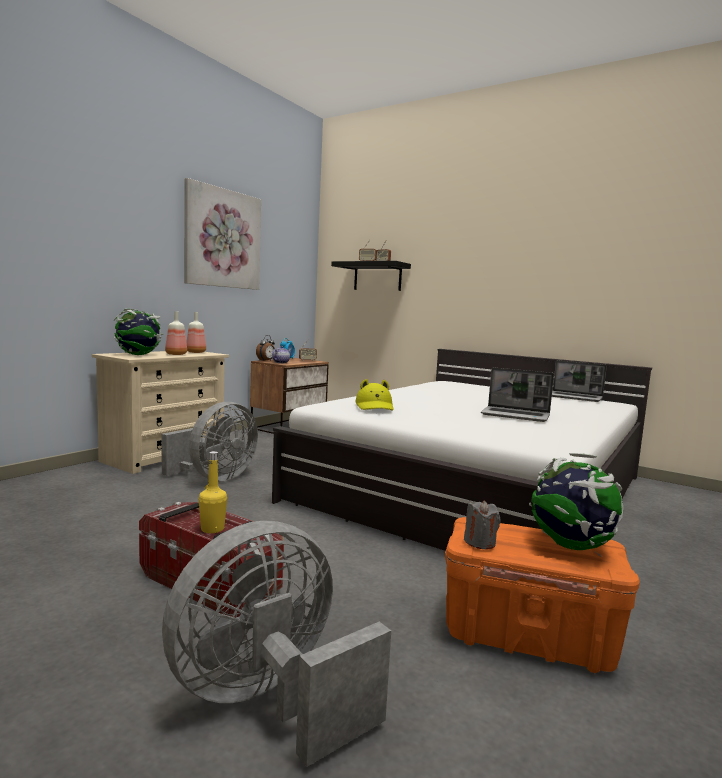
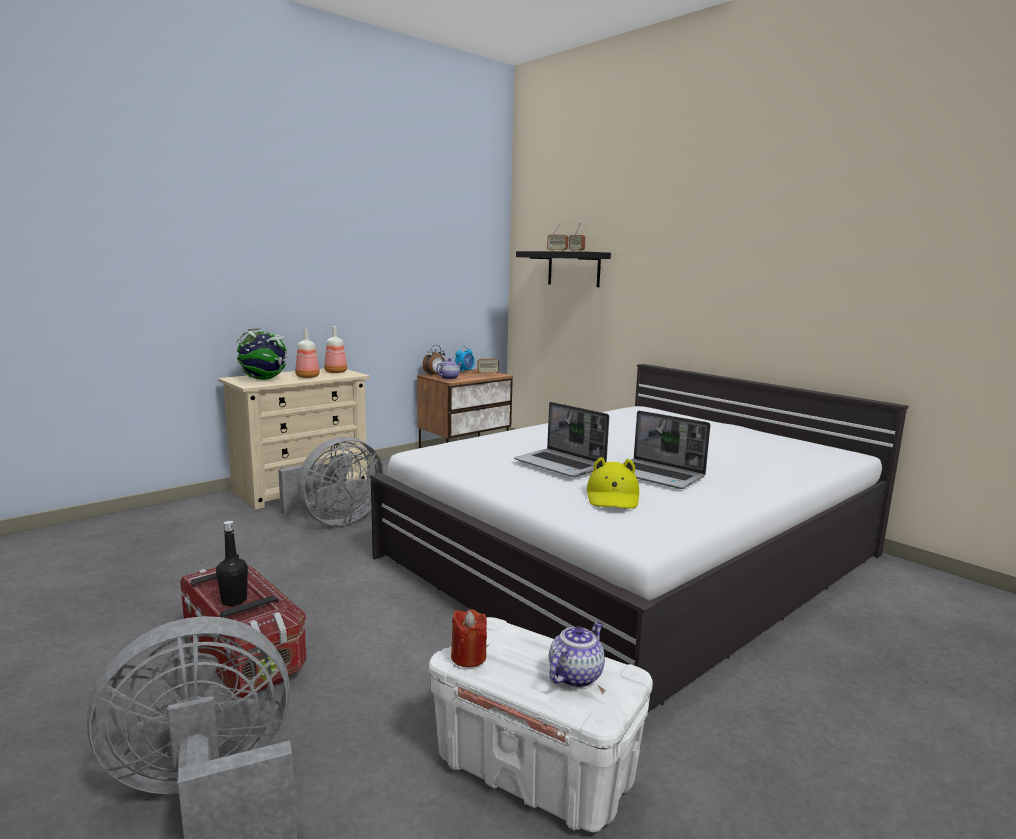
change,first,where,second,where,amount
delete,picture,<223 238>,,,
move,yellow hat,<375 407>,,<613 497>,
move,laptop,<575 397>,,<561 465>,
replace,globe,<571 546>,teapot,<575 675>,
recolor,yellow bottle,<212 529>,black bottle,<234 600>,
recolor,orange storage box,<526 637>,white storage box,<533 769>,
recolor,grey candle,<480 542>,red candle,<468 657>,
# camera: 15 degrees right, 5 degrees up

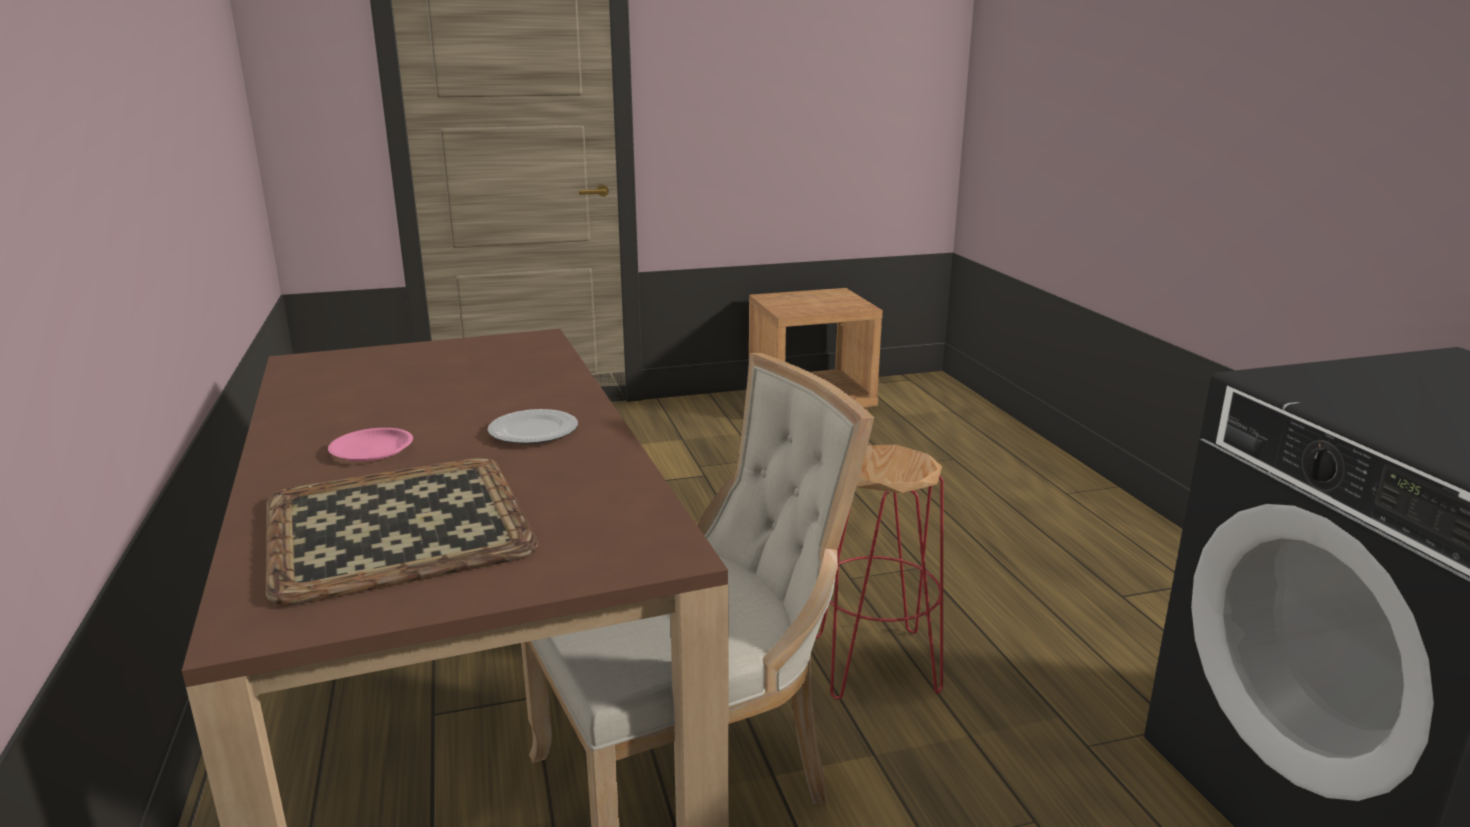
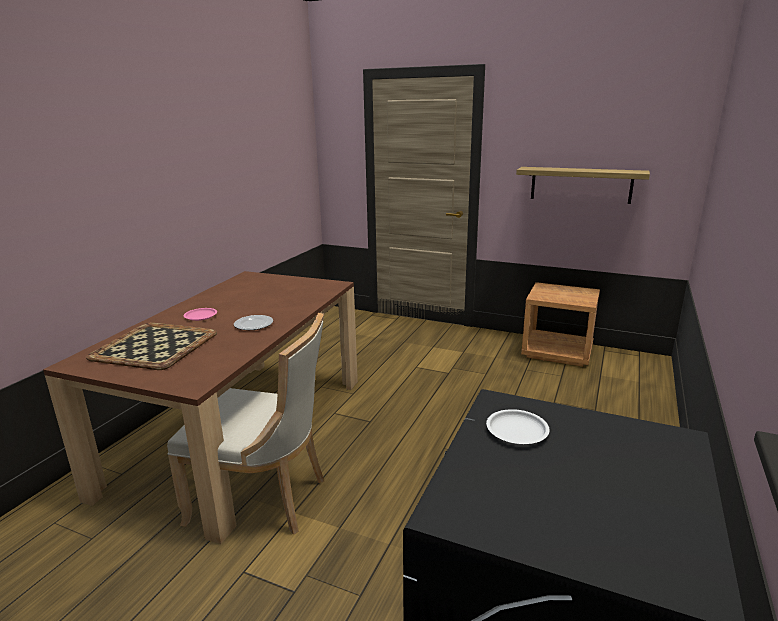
change,first,where,second,where,amount
delete,red stool,<875 663>,,,
insert,,,white plate,<517 430>,
insert,,,shelf,<580 185>,
# camera: 40 degrees right, 0 degrees up

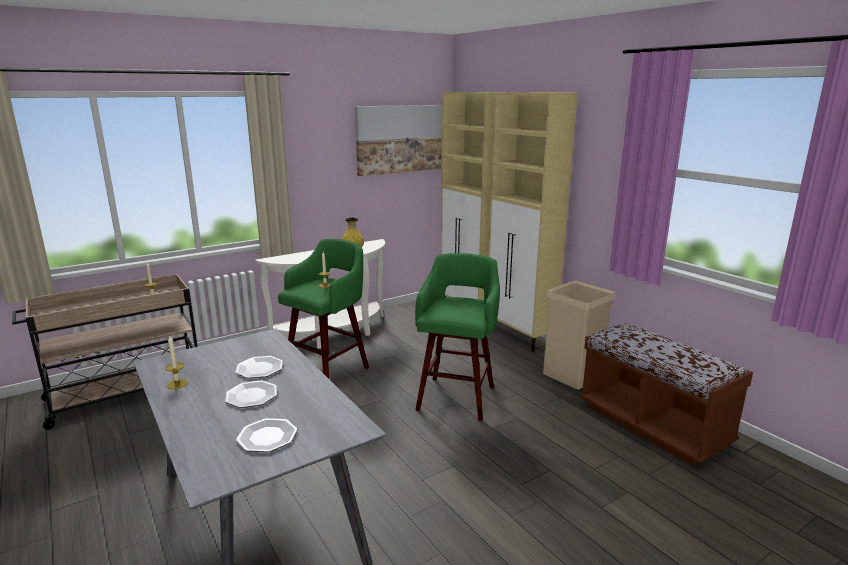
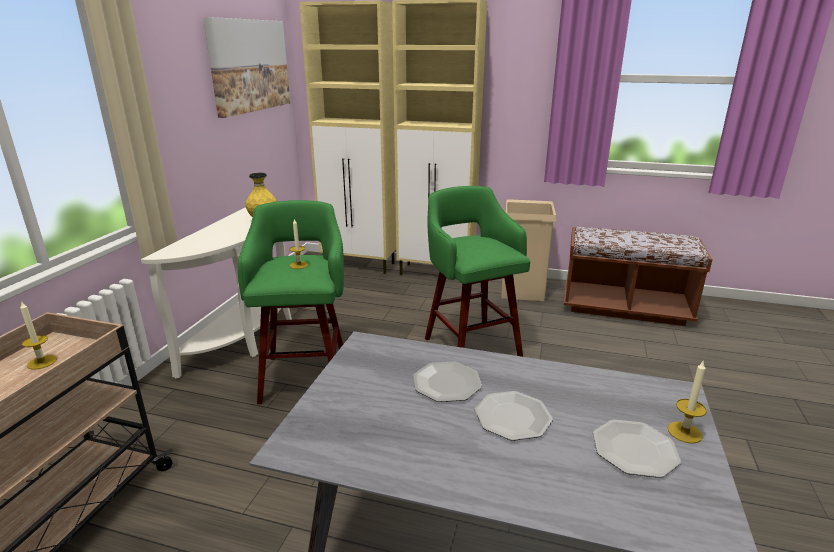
change,first,where,second,where,amount
move,candle,<177 384>,,<684 432>,
# camera: 40 degrees left, 5 degrees up

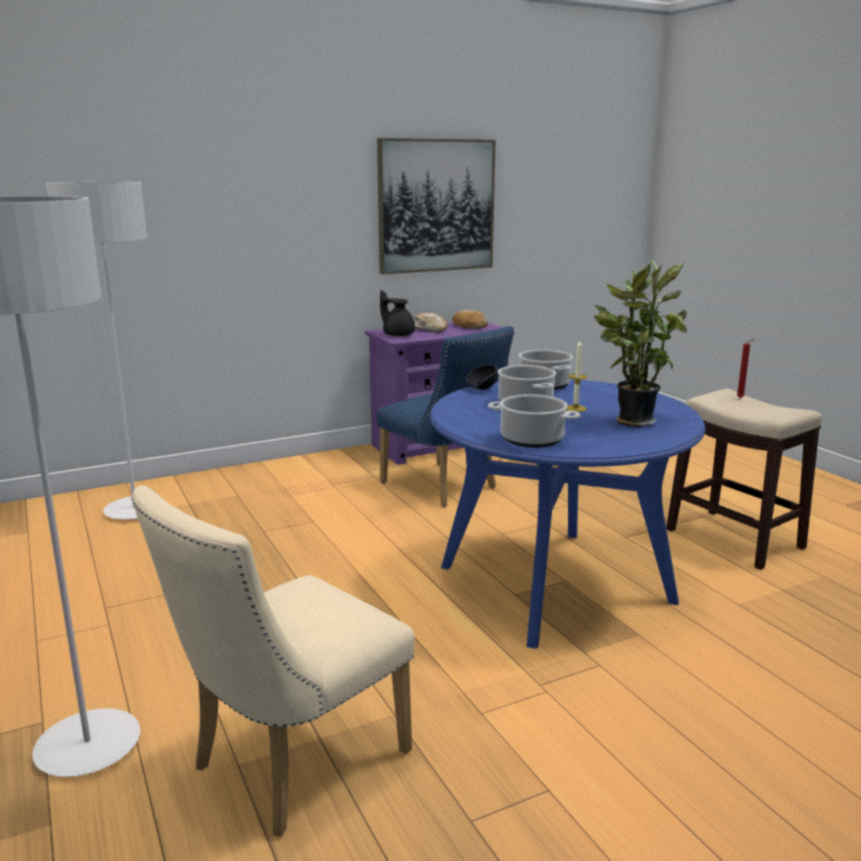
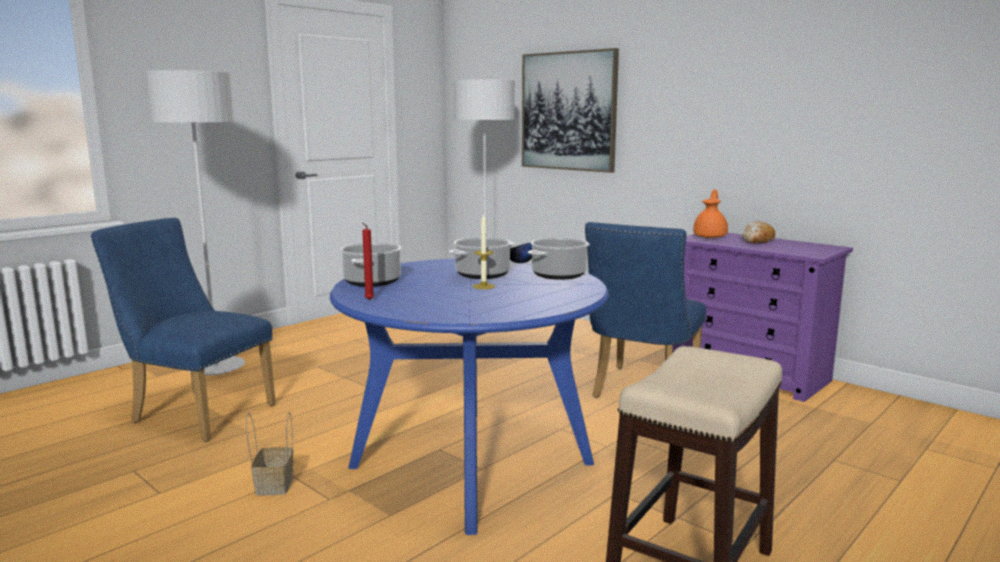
change,first,where,second,where,amount
delete,bread,<468 326>,,,
delete,potted plant,<631 421>,,,
insert,,,basket,<274 484>,
move,picture,<436 206>,,<568 111>,
move,red candle,<741 398>,,<368 300>,
recolor,beige chair,<287 765>,blue chair,<196 412>,
recolor,black teapot,<397 334>,orange teapot,<710 236>,
# camera: 70 degrees right, 5 degrees down

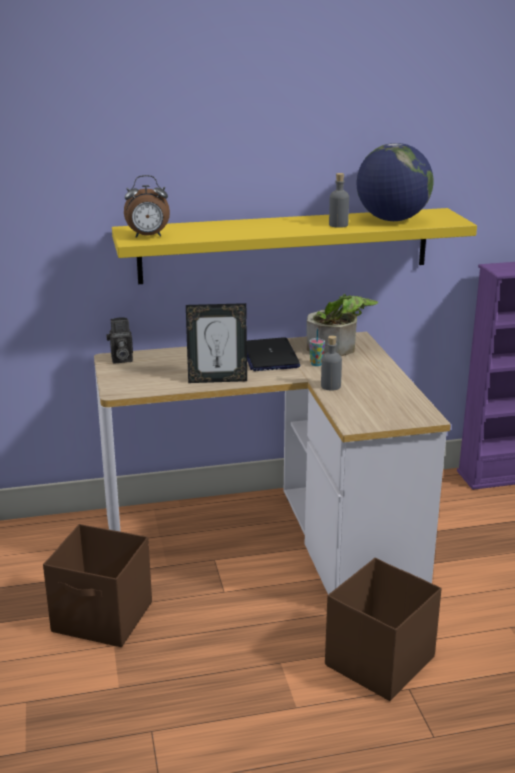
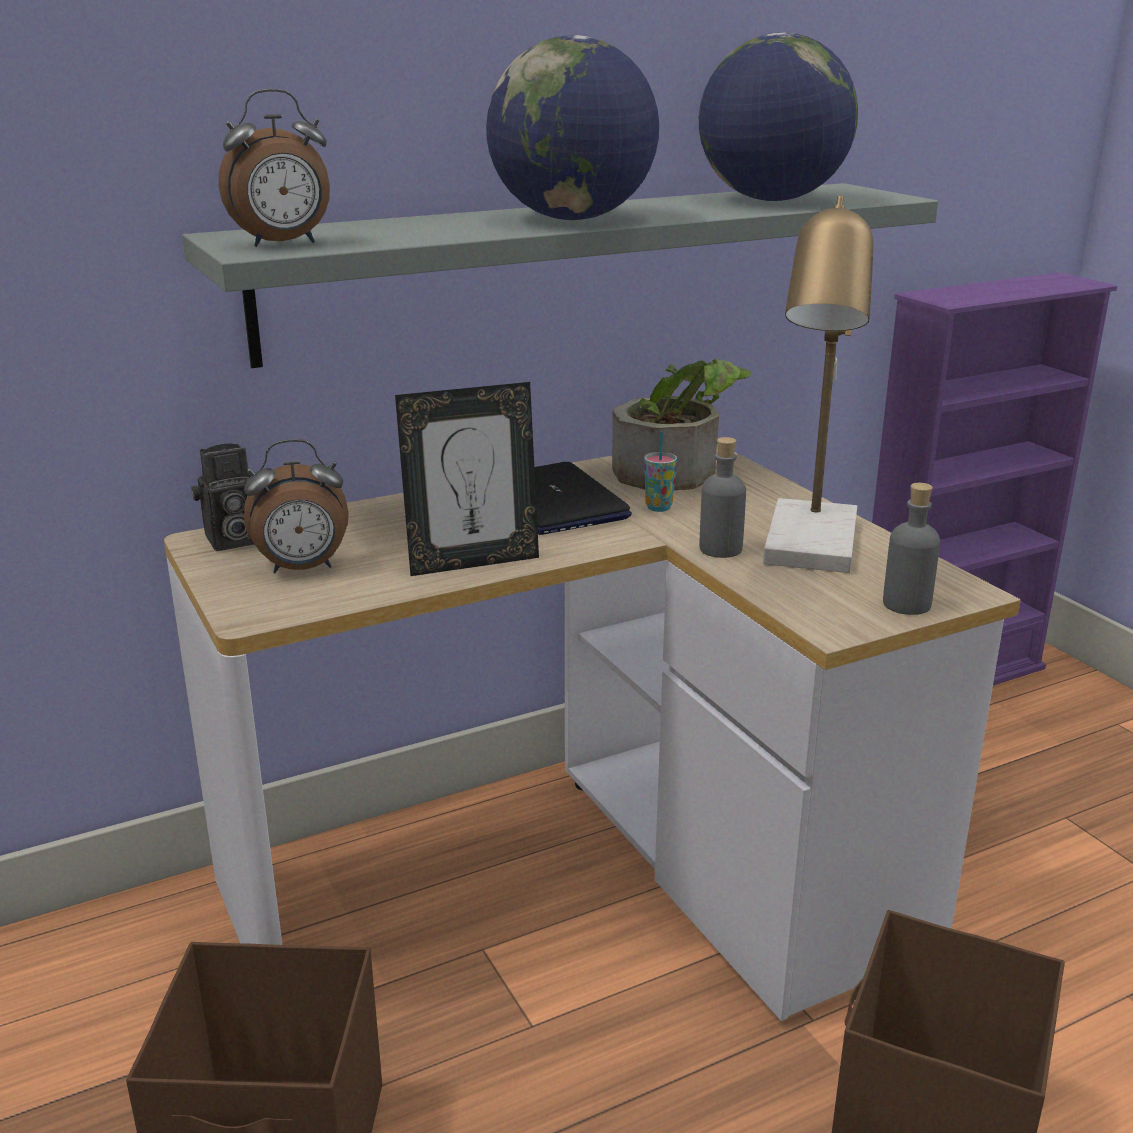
change,first,where,second,where,amount
insert,,,alarm clock,<302 569>,
insert,,,globe,<572 219>,
insert,,,table lamp,<812 550>,
move,grey bottle,<338 225>,,<906 604>,
recolor,yellow shelf,<285 245>,grey shelf,<554 268>,
# camera: 15 degrees left, 0 degrees up

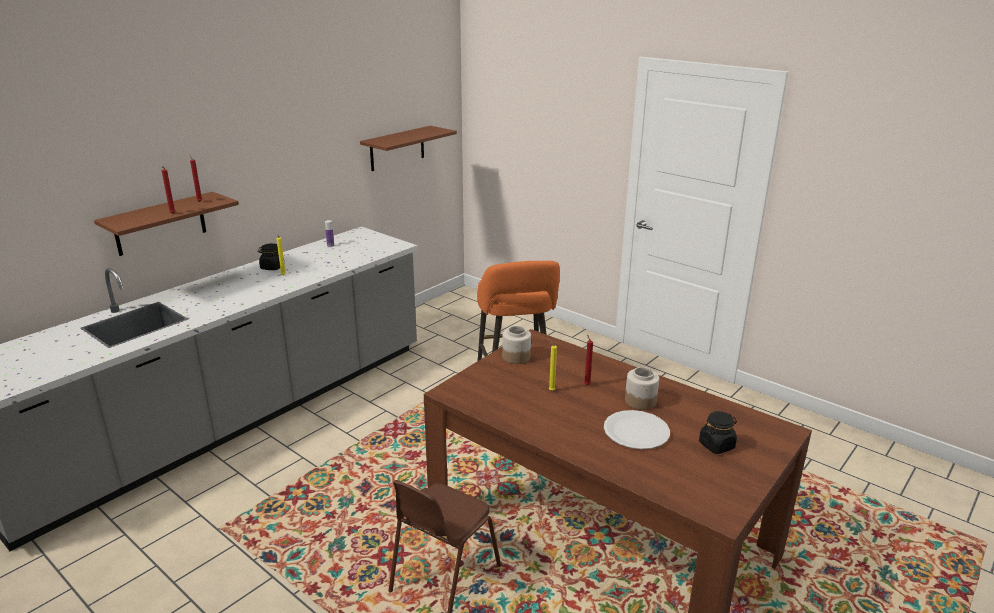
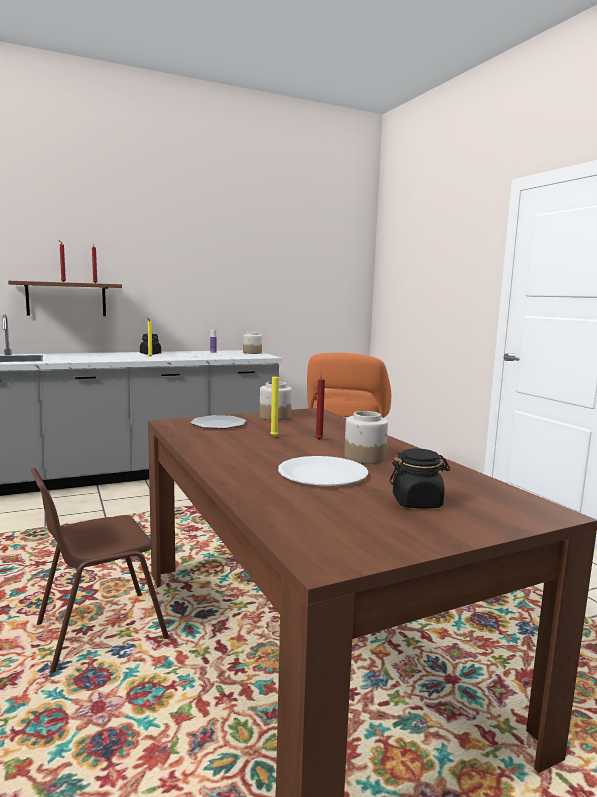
change,first,where,second,where,amount
delete,brown shelf,<397 148>,,,
insert,,,plate,<218 424>,
insert,,,jar,<252 352>,
# camera: 25 degrees right, 15 degrees down

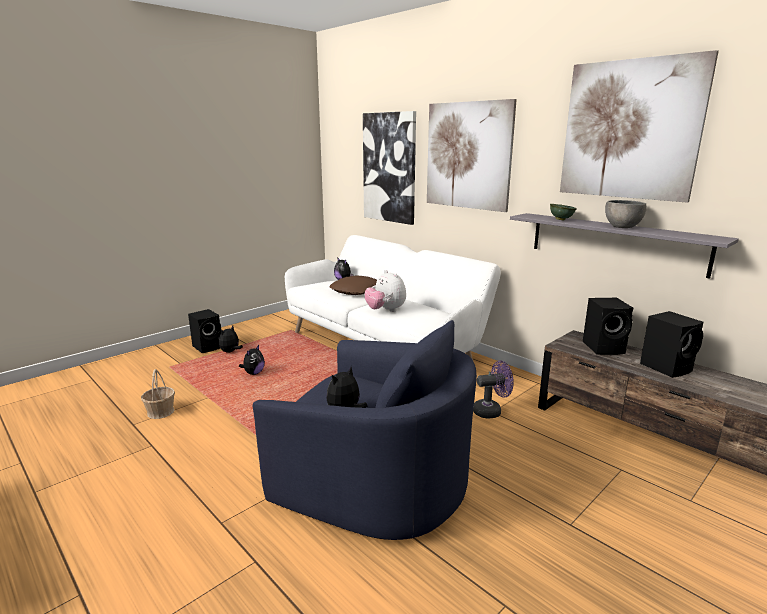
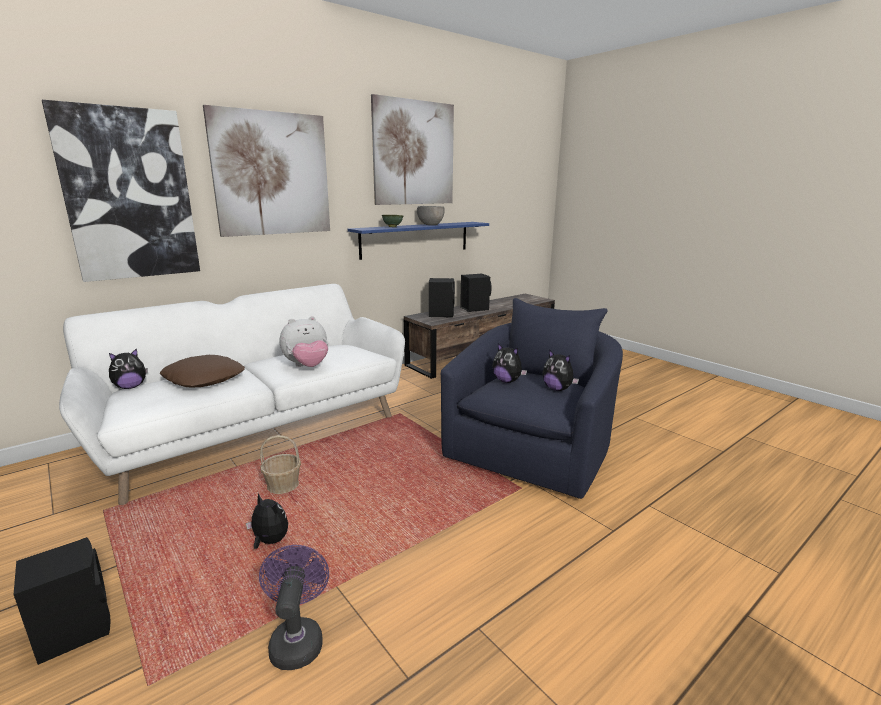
change,first,where,second,where,amount
move,basket,<160 412>,,<283 485>,
move,plush toy,<230 352>,,<507 381>,
move,purple fan,<491 411>,,<297 639>,
recolor,grey shelf,<614 243>,blue shelf,<416 239>,
# camera: 85 degrees left, 0 degrees up

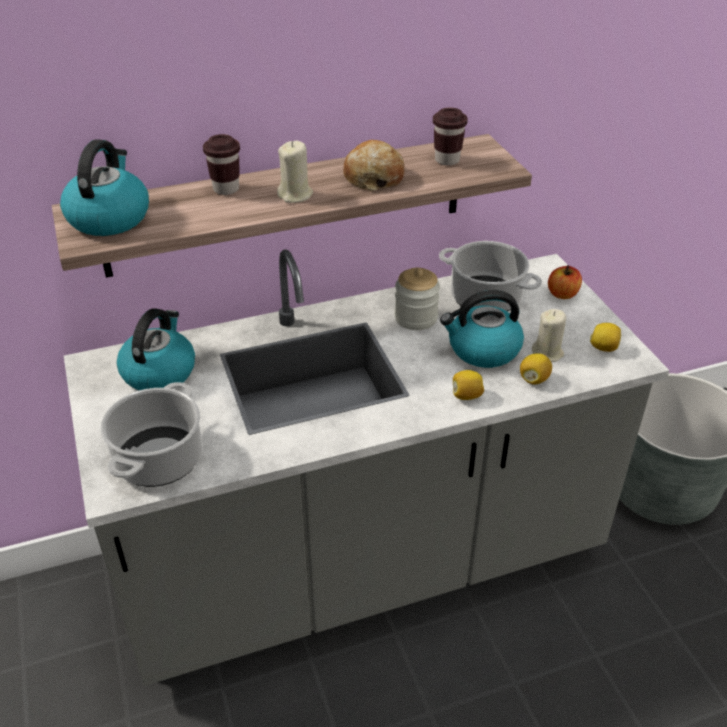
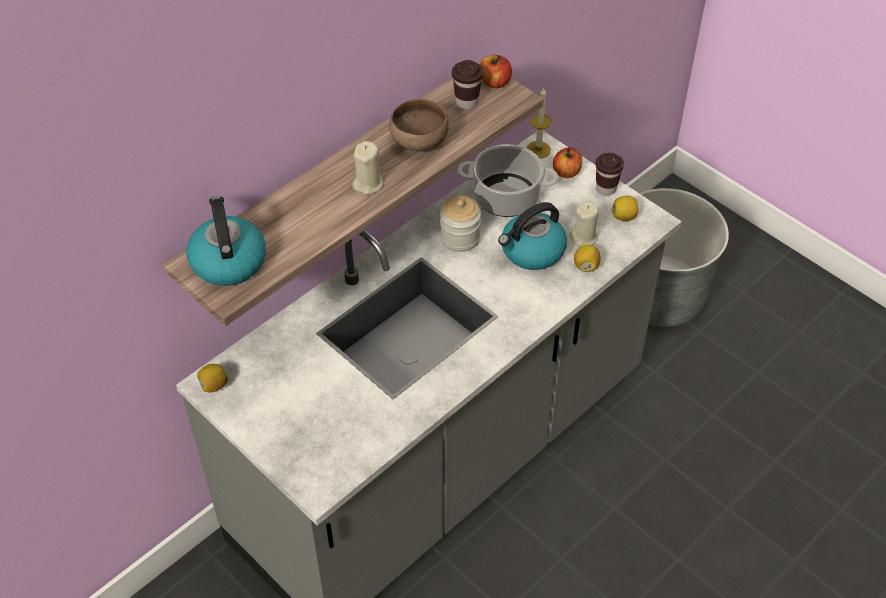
change,first,where,second,where,amount
delete,cooking pot,<159 460>,,,
delete,kettle,<159 372>,,,
insert,,,apple,<494 82>,
insert,,,candle,<538 149>,
move,brown cup,<226 189>,,<606 189>,
move,lemon,<466 396>,,<214 385>,
replace,bread,<373 177>,brown bowl,<418 142>,
# camera: 25 degrees left, 10 degrees up

